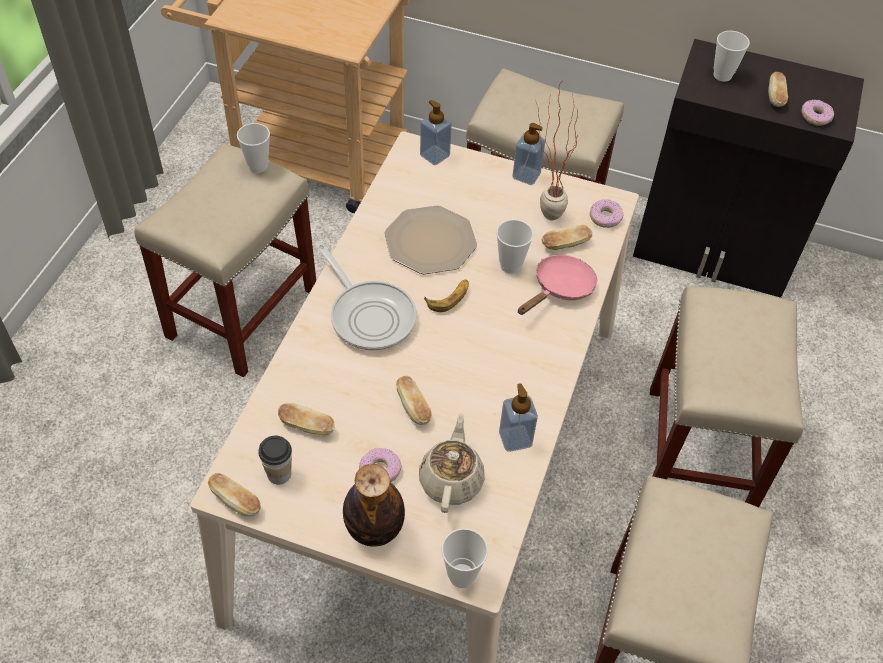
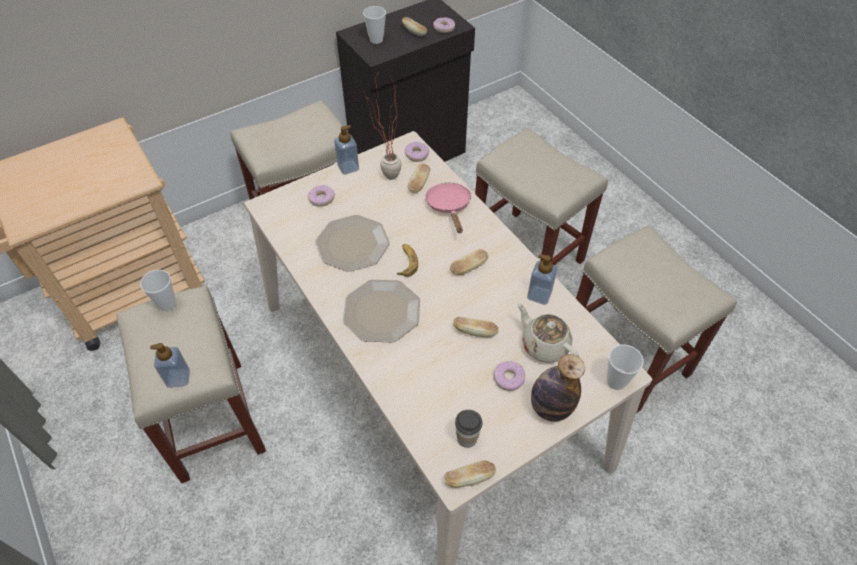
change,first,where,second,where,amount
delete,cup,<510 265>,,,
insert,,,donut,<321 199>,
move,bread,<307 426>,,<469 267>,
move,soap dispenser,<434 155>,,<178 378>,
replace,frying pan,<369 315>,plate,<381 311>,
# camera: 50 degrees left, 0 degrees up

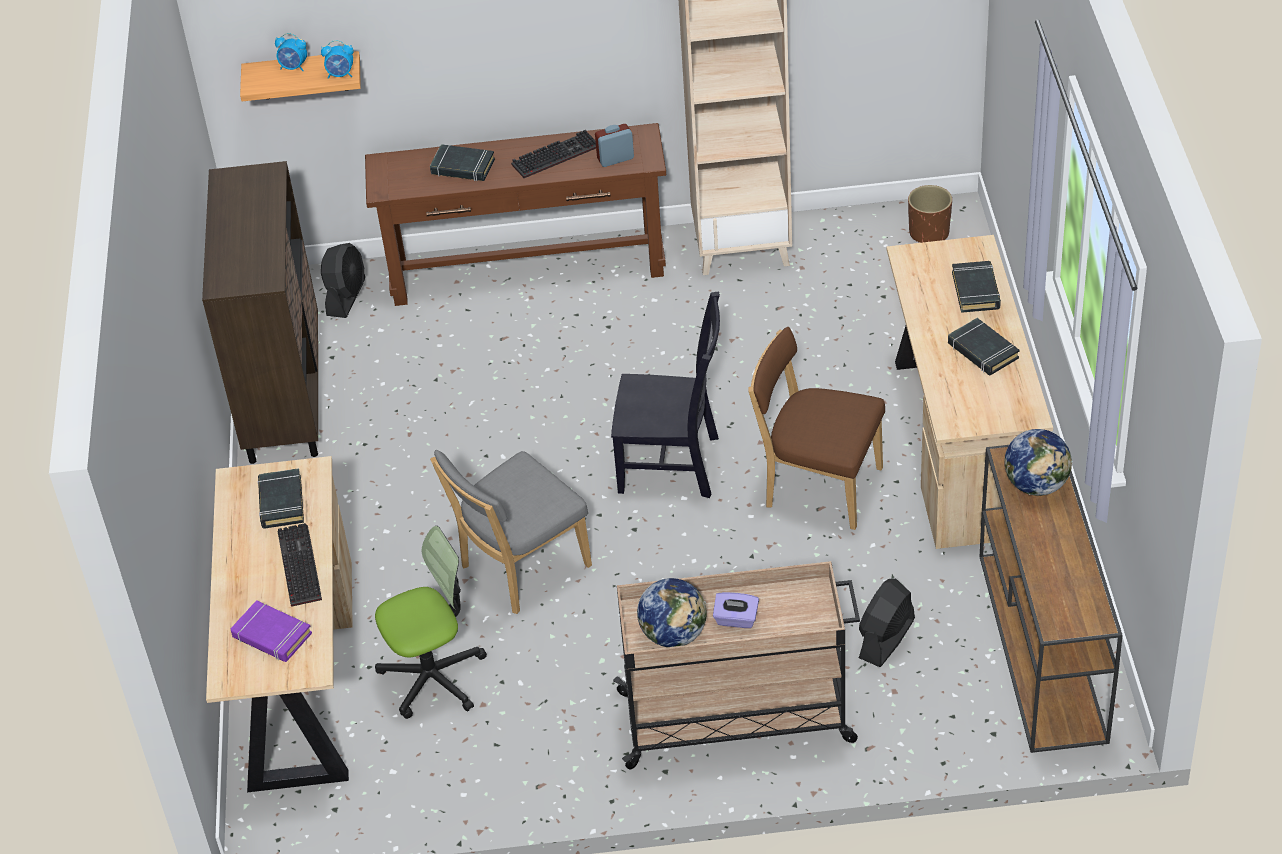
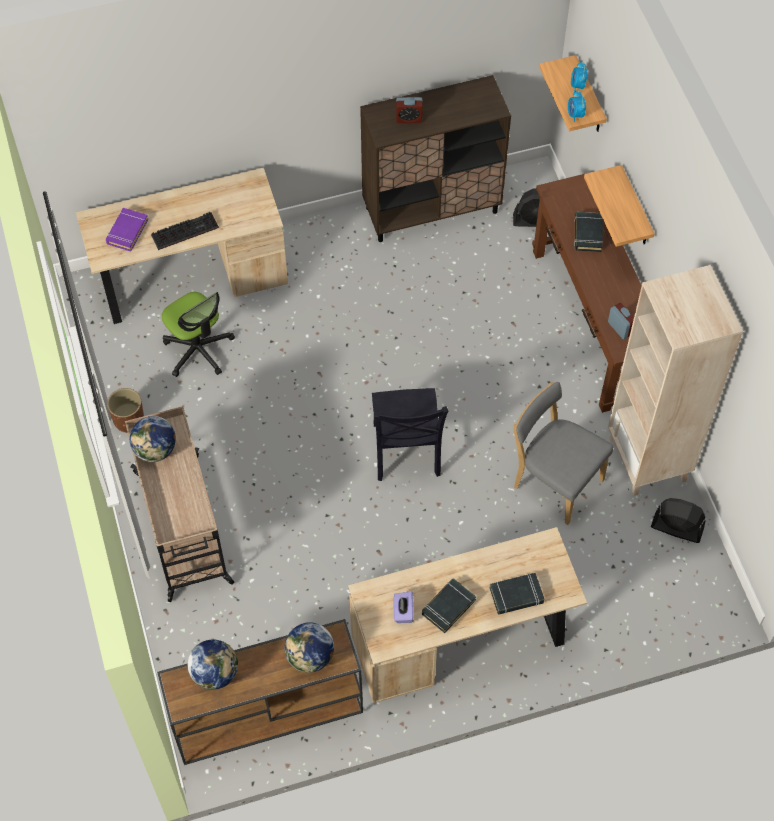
change,first,where,second,where,amount
delete,black book,<281 502>,,,
delete,keyboard,<556 154>,,,
delete,brown chair,<818 486>,,,
insert,,,globe,<215 673>,
insert,,,alarm clock,<409 118>,
insert,,,shelf,<635 209>,
move,grey chair,<520 569>,,<554 481>,
move,purple tissue box,<736 620>,,<403 612>,
move,black fan,<886 639>,,<676 528>,
move,brown planter,<929 233>,,<128 420>,
# camera: 75 degrees right, 15 degrees up

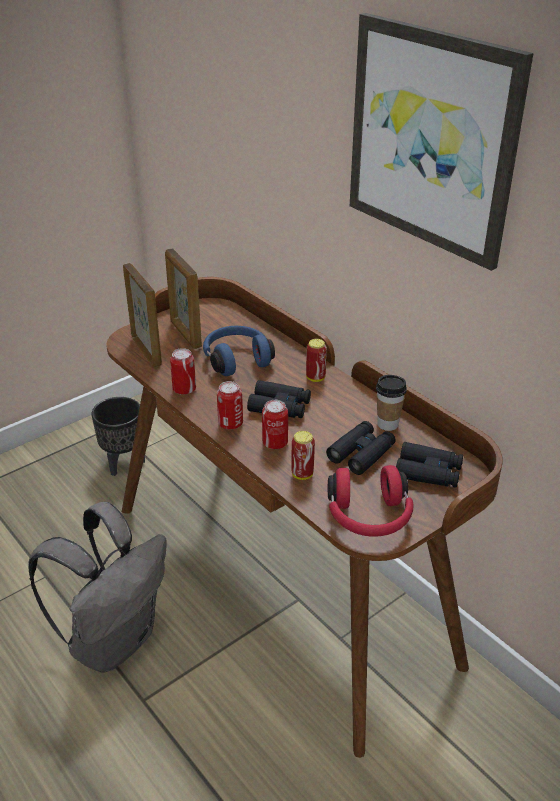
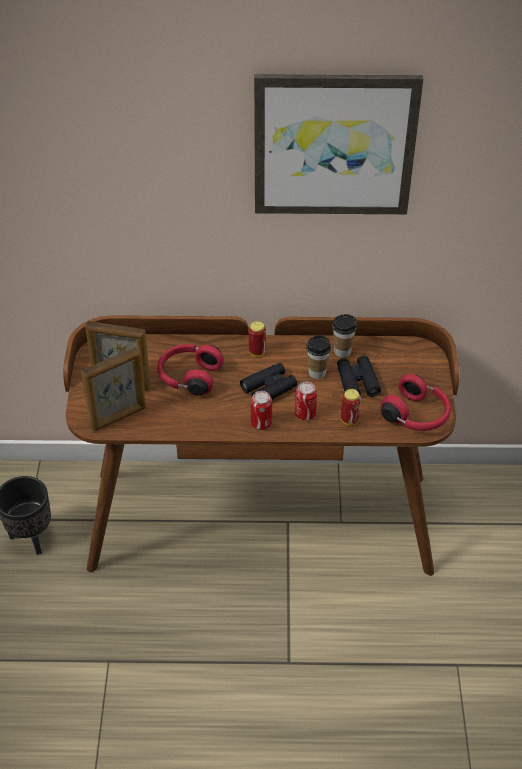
change,first,where,second,where,amount
delete,grey backpack,<114 640>,,,
delete,can,<184 389>,,,
delete,black binoculars,<428 472>,,,
insert,,,cup,<317 373>,
recolor,blue headphones,<236 359>,red headphones,<189 377>,
rotate,picture frame,<146 351>,,<119 417>,135 degrees clockwise
# camera: 50 degrees left, 10 degrees up

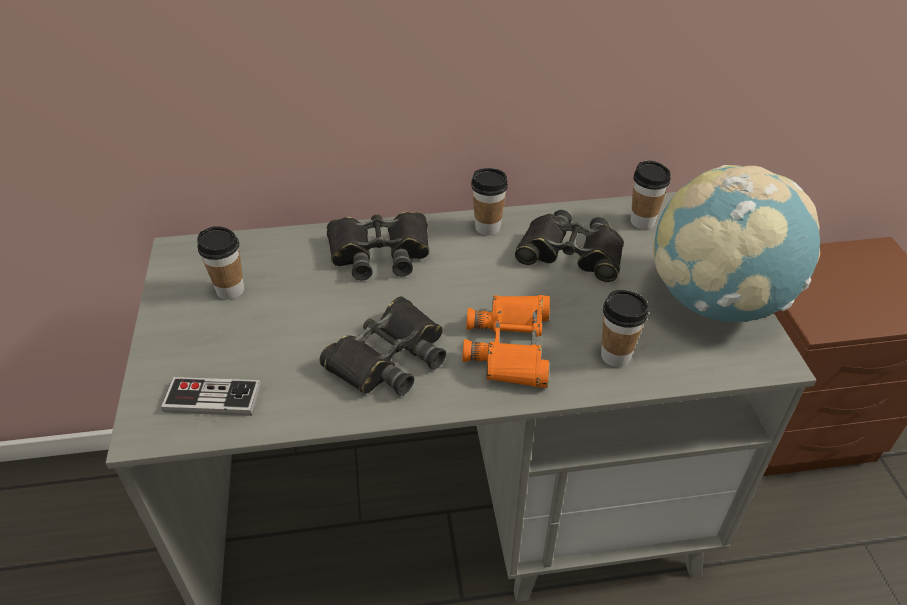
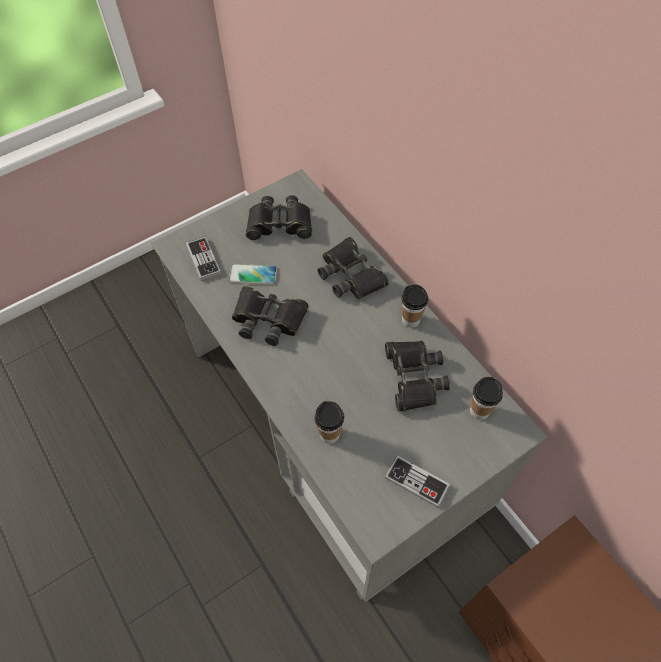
change,first,where,second,where,amount
delete,orange binoculars,<511 346>,,,
insert,,,phone,<253 275>,
replace,cup,<230 290>,black binoculars,<279 224>,
replace,globe,<716 301>,game controller,<416 482>,
# camera: 65 degrees right, 15 degrees up

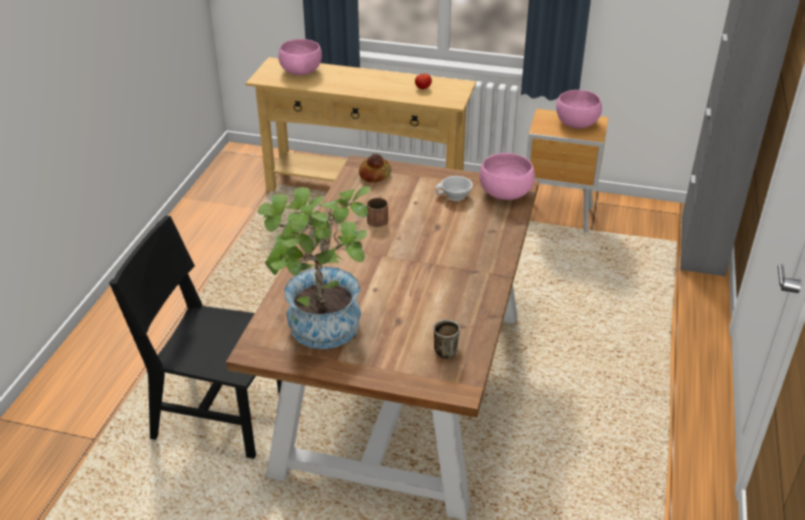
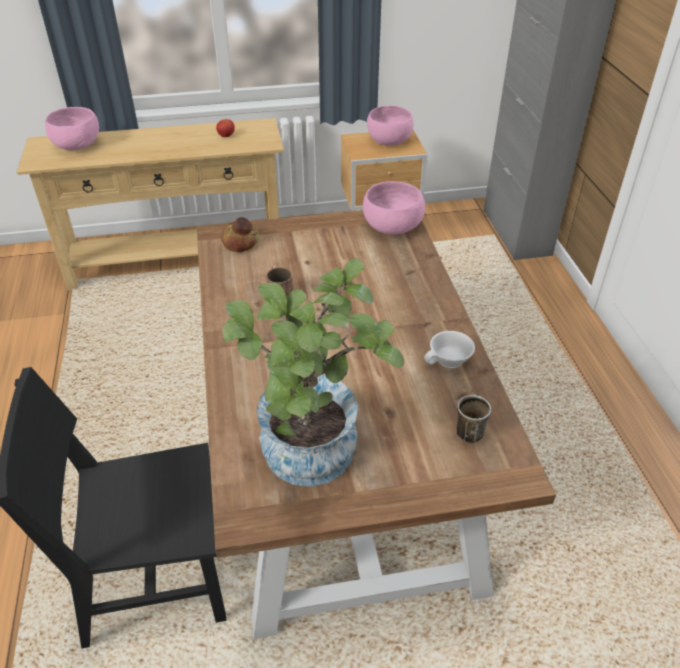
change,first,where,second,where,amount
move,white cup,<455 196>,,<449 360>,
# camera: 25 degrees left, 5 degrees up

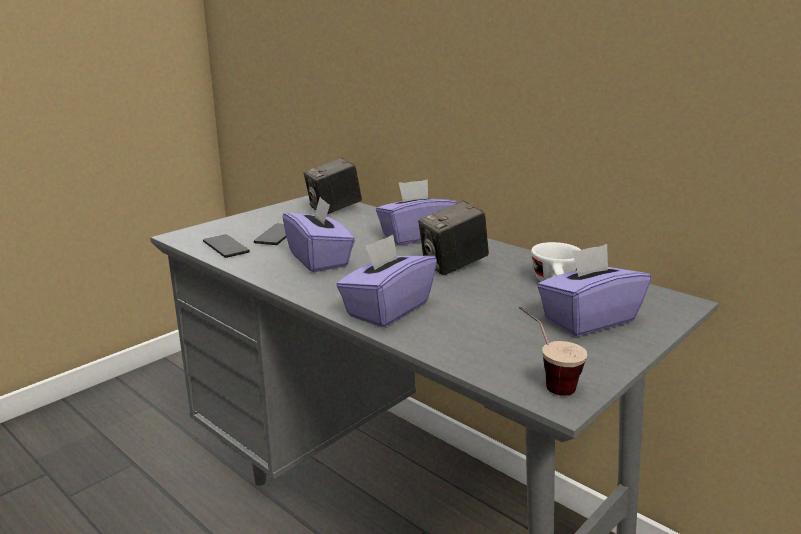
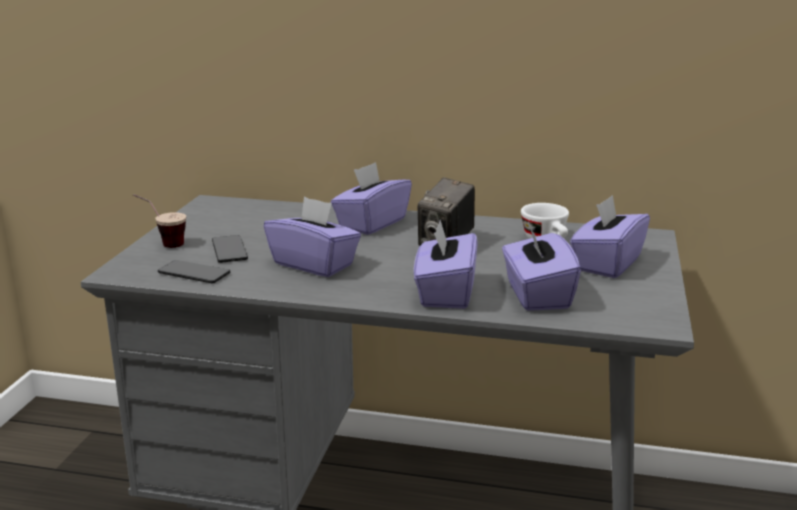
change,first,where,second,where,amount
delete,photo camera,<334 210>,,,
insert,,,purple tissue box,<536 295>,
move,cup,<545 382>,,<162 243>,
# camera: 30 degrees left, 0 degrees up

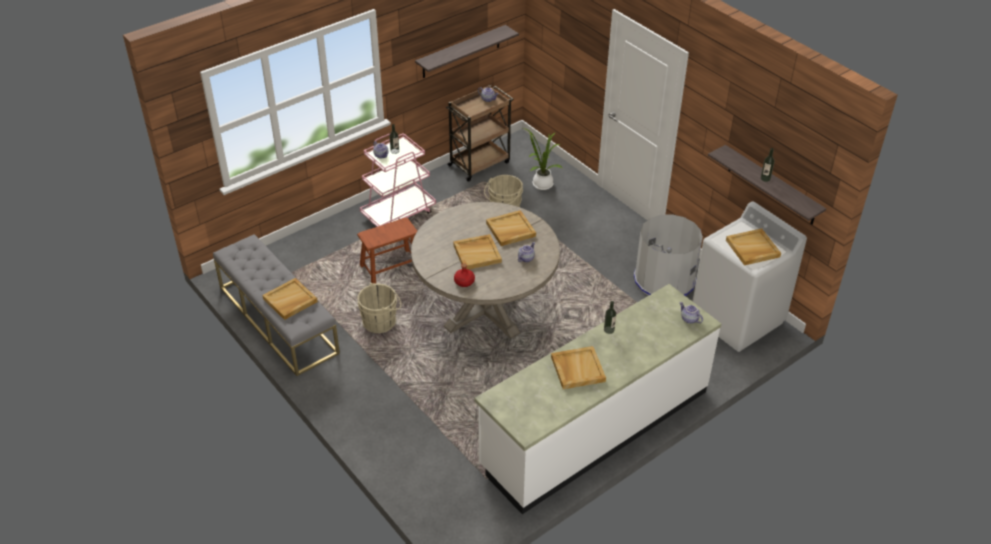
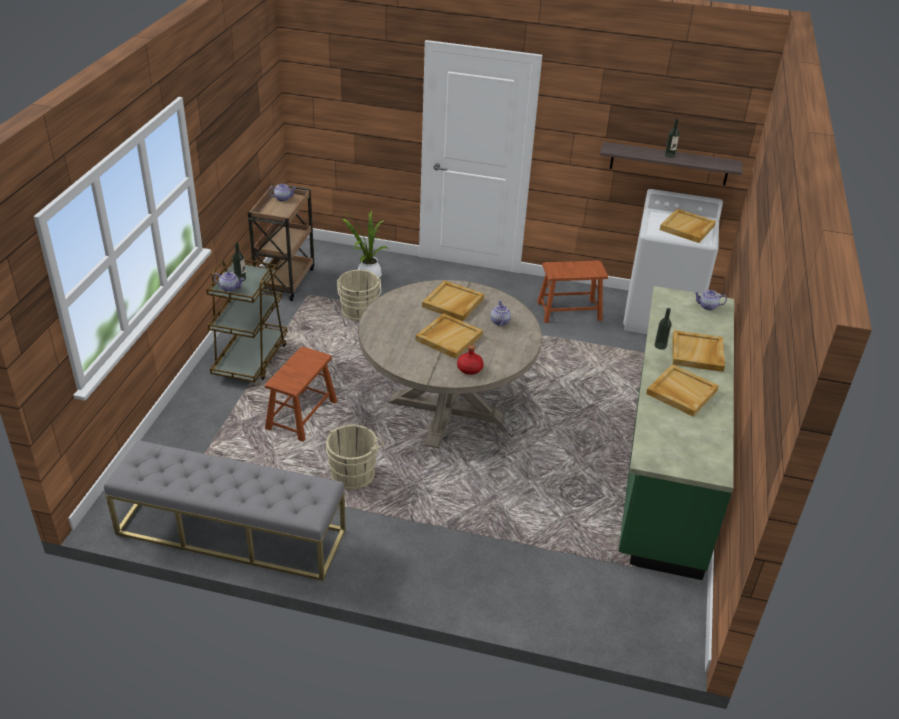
change,first,where,second,where,amount
delete,shelf,<461 52>,,,
move,beige tray,<290 300>,,<697 353>,
replace,grey trash can,<664 279>,brown stool,<569 311>,
recolor,pink cart,<398 213>,brown cart,<251 359>,
recolor,white counter,<595 428>,green counter,<665 464>,
# camera: 40 degrees left, 5 degrees down

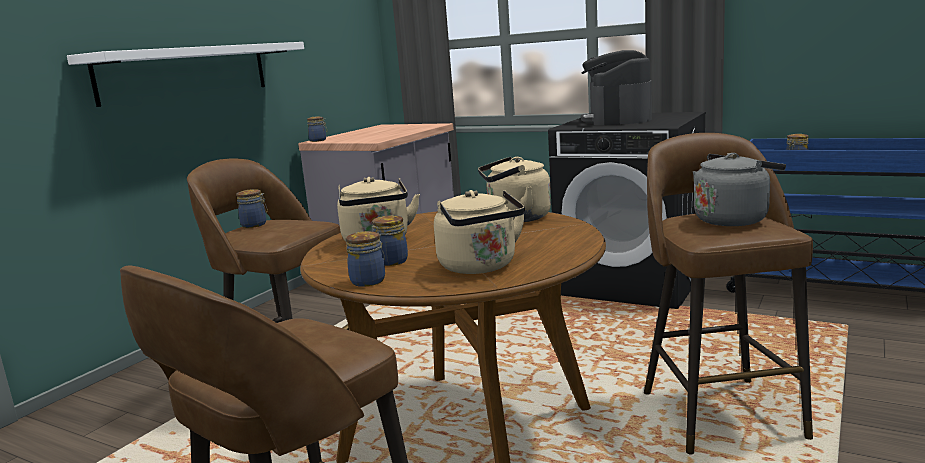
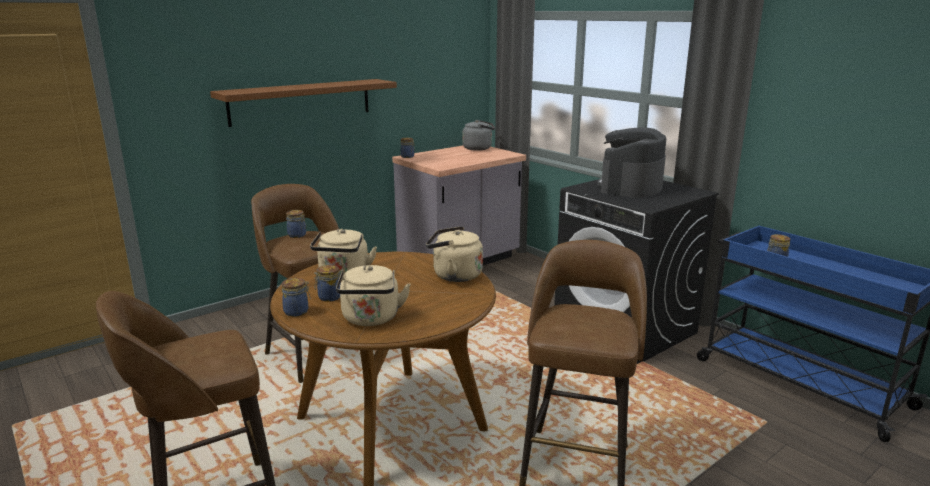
change,first,where,second,where,amount
move,grey kettle,<733 219>,,<479 148>,
recolor,white shelf,<186 72>,brown shelf,<301 101>,
# camera: 20 degrees right, 5 degrees up

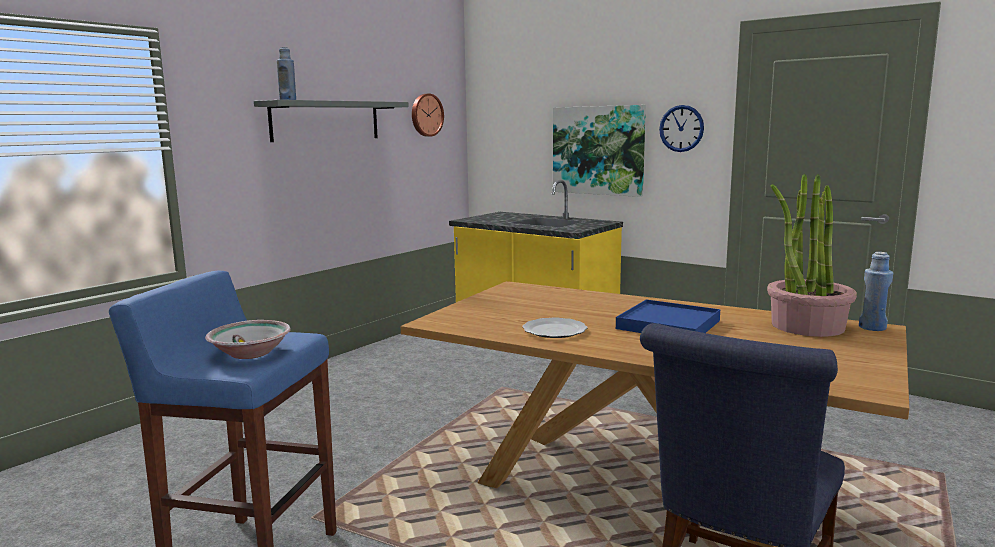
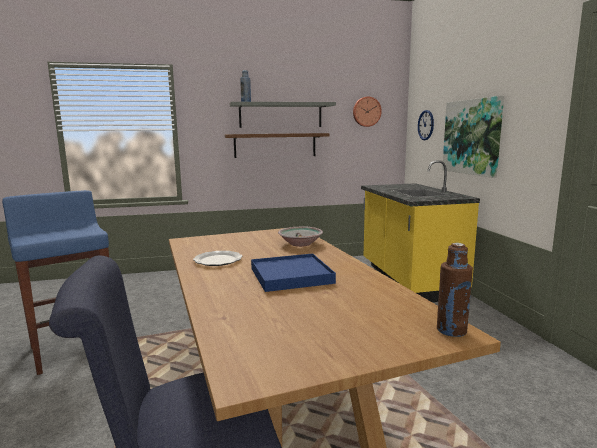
change,first,where,second,where,amount
delete,potted plant,<807 326>,,,
insert,,,brown shelf,<275 145>,
move,bowl,<250 353>,,<300 244>,
move,wall clock,<681 128>,,<425 125>,
recolor,blue bottle,<872 327>,brown bottle,<451 330>,
# camera: 40 degrees right, 0 degrees up

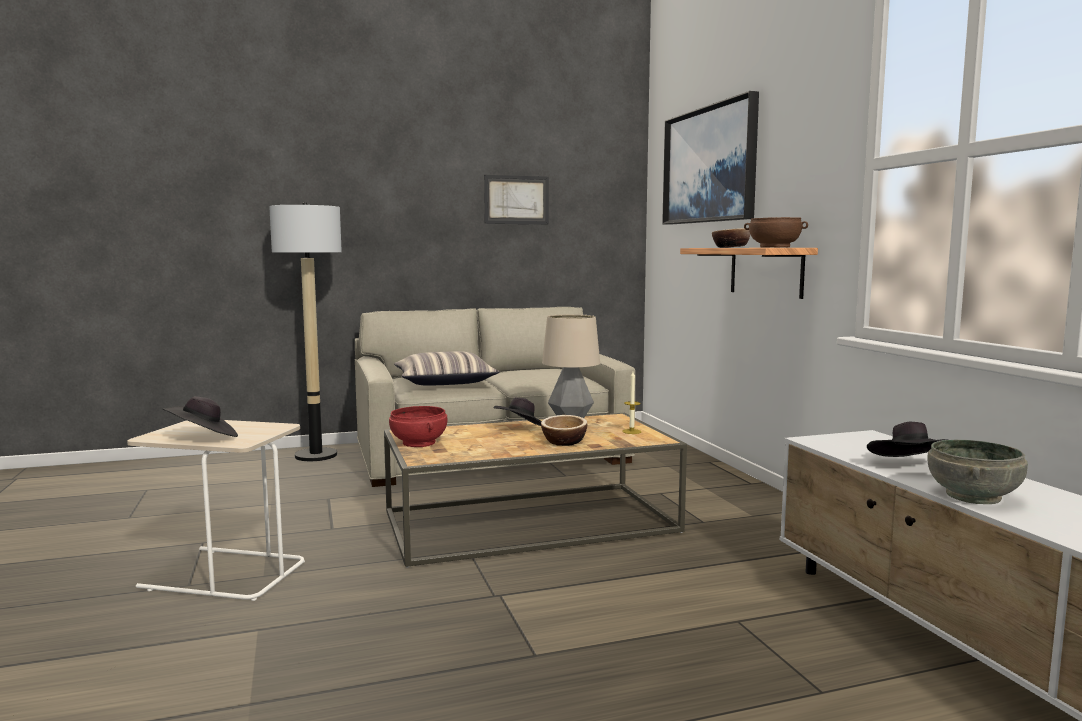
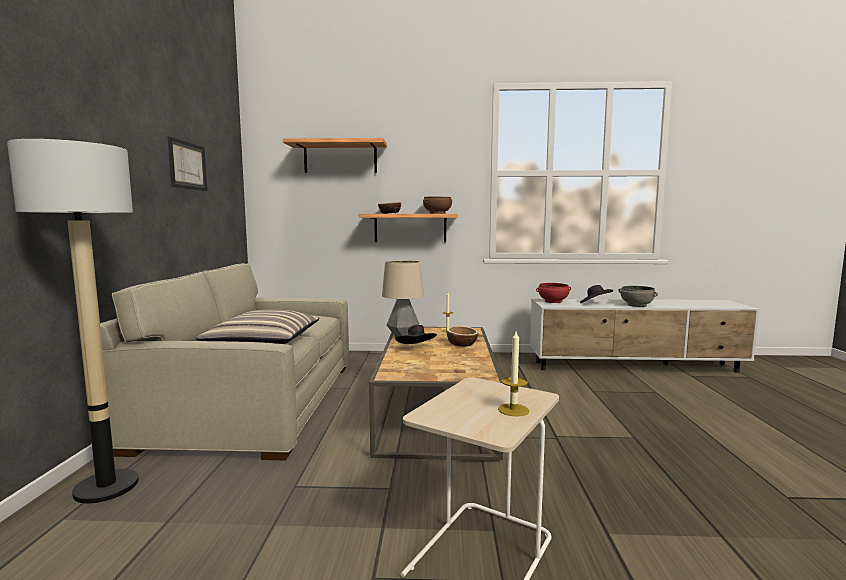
change,first,where,second,where,amount
move,red bowl,<419 443>,,<553 301>,
replace,black hat,<203 438>,candle,<513 410>,
replace,picture,<709 165>,shelf,<340 158>,
# camera: 70 degrees left, 0 degrees up

